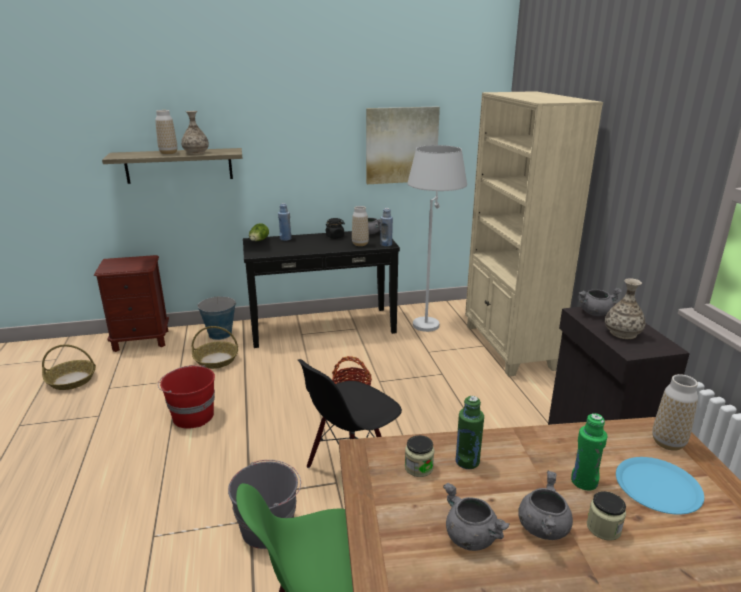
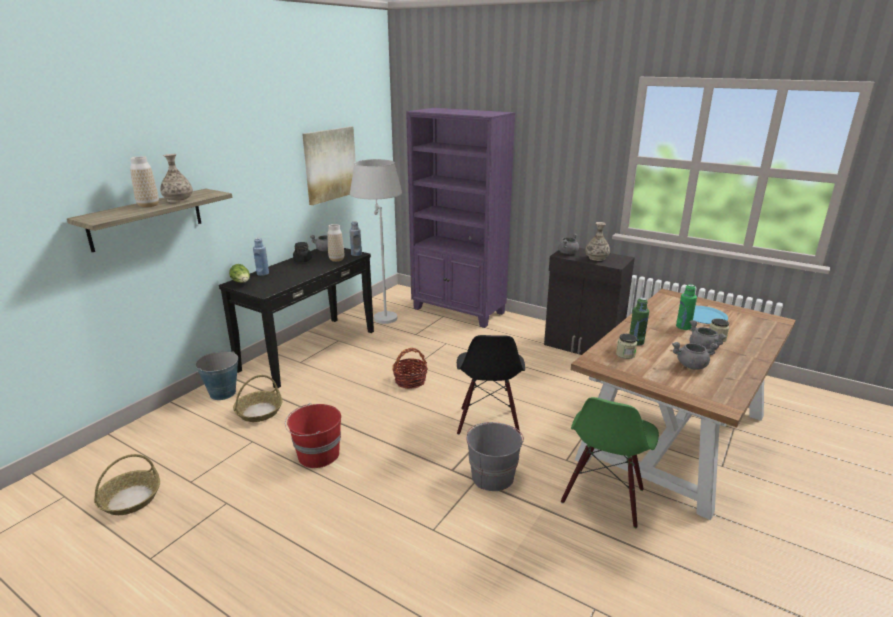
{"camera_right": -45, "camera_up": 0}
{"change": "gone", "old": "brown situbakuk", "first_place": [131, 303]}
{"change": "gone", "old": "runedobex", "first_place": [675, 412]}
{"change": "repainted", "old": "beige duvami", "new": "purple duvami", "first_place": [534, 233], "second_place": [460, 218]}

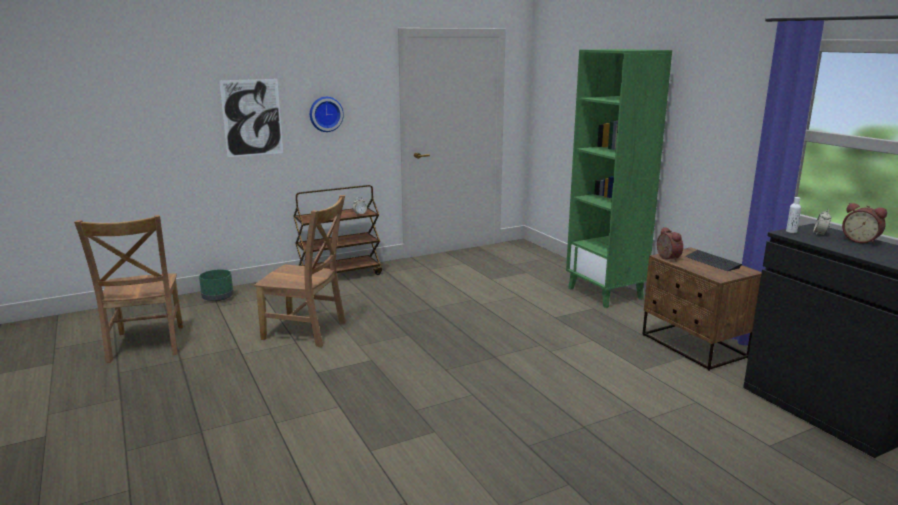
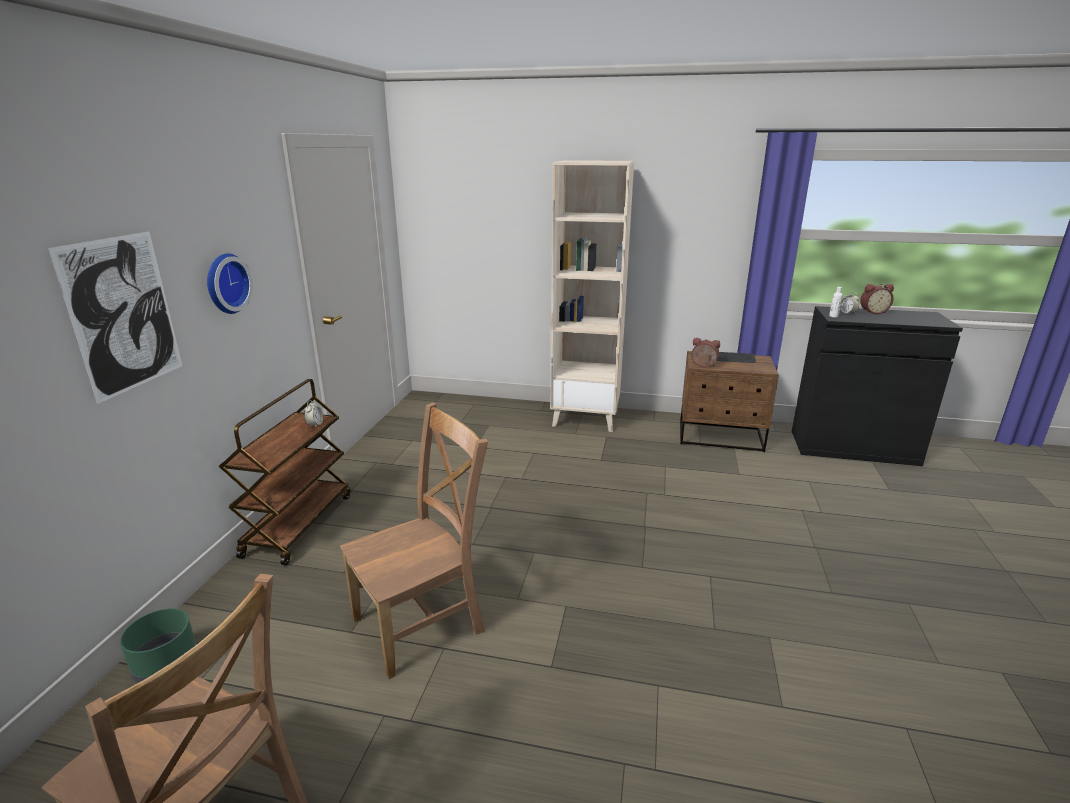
{"camera_right": -50, "camera_up": 5}
{"change": "repainted", "old": "green duvami", "new": "beige duvami", "first_place": [619, 178], "second_place": [592, 296]}

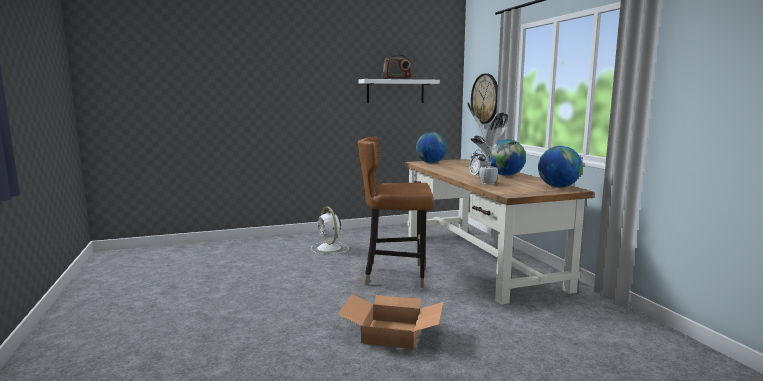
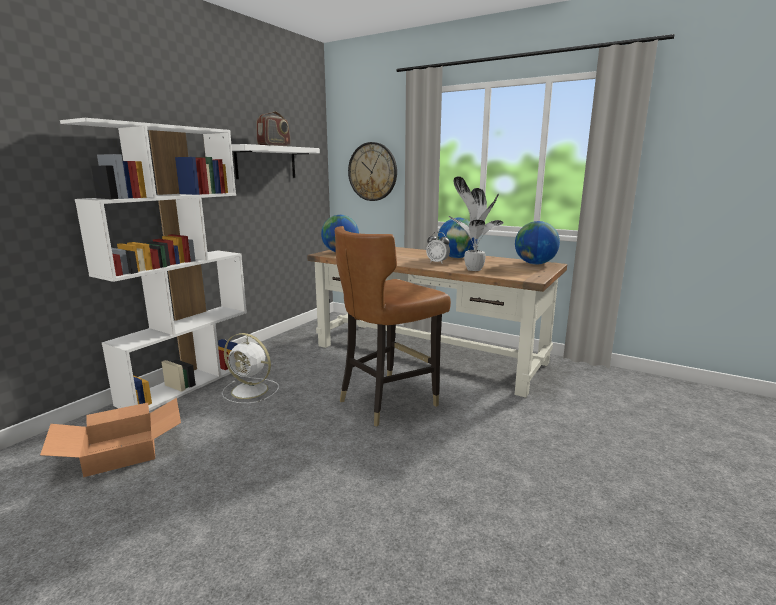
{"camera_right": -40, "camera_up": 5}
{"change": "new", "new": "white duvami", "second_place": [153, 264]}
{"change": "shifted", "old": "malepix", "first_place": [390, 321], "second_place": [110, 437]}

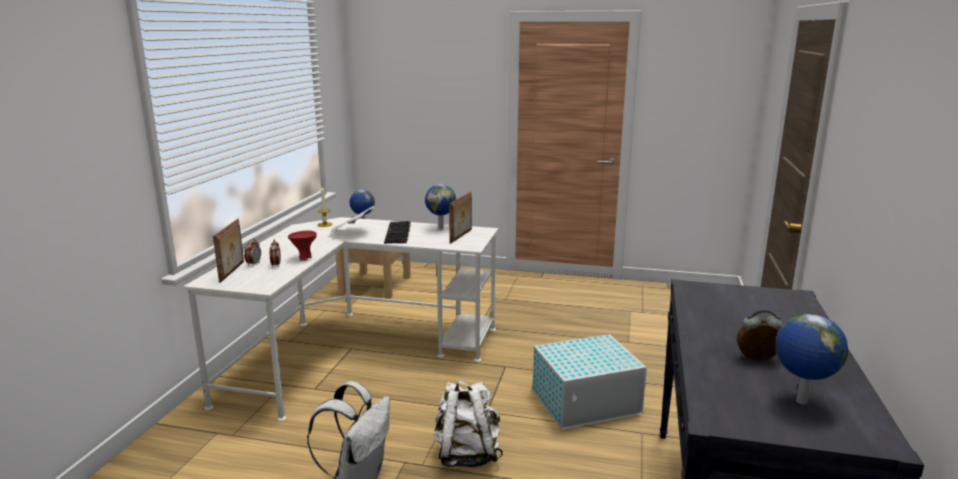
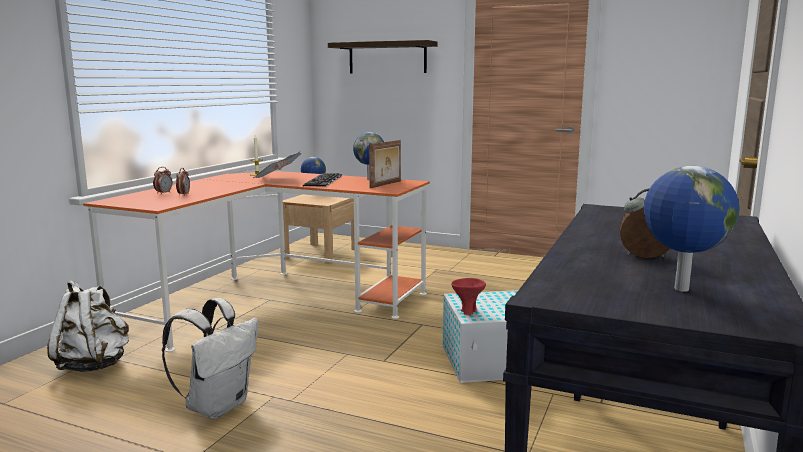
{"camera_right": 10, "camera_up": -5}
{"change": "gone", "old": "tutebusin", "first_place": [228, 251]}
{"change": "new", "new": "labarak", "second_place": [382, 56]}
{"change": "shifted", "old": "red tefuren", "first_place": [302, 245], "second_place": [468, 296]}
{"change": "shifted", "old": "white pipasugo", "first_place": [468, 424], "second_place": [88, 326]}
{"change": "repainted", "old": "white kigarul", "new": "orange kigarul", "first_place": [340, 319], "second_place": [256, 261]}

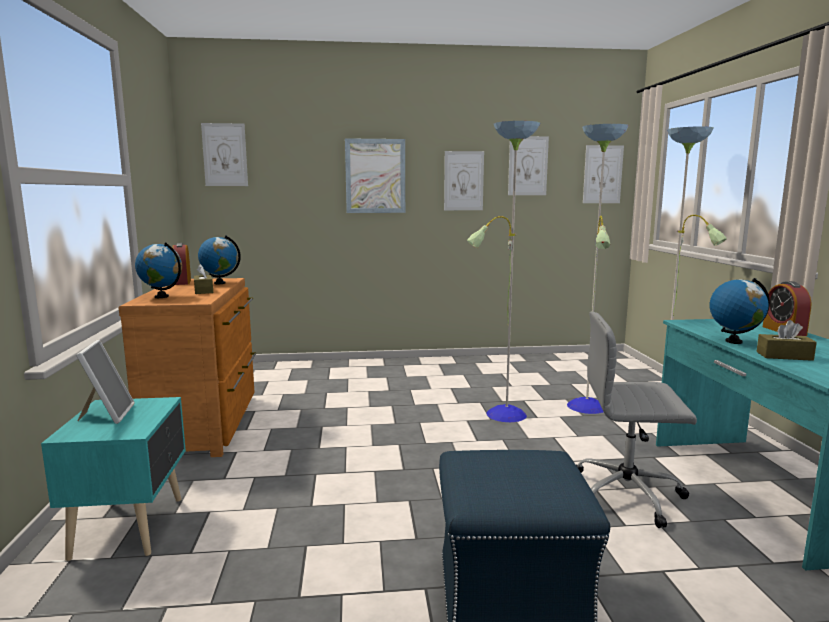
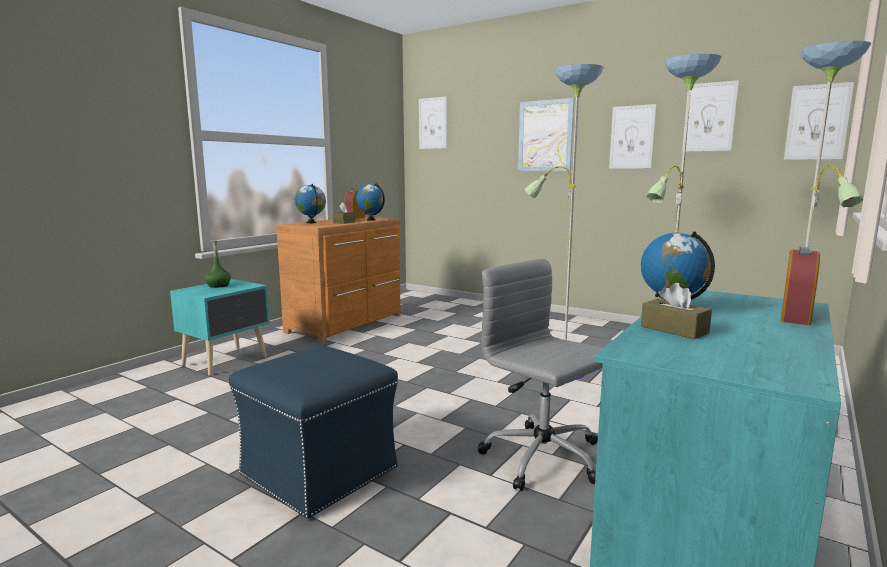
{"camera_right": 40, "camera_up": 0}
{"change": "swapped", "old": "tutebusin", "new": "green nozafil", "first_place": [105, 382], "second_place": [218, 264]}

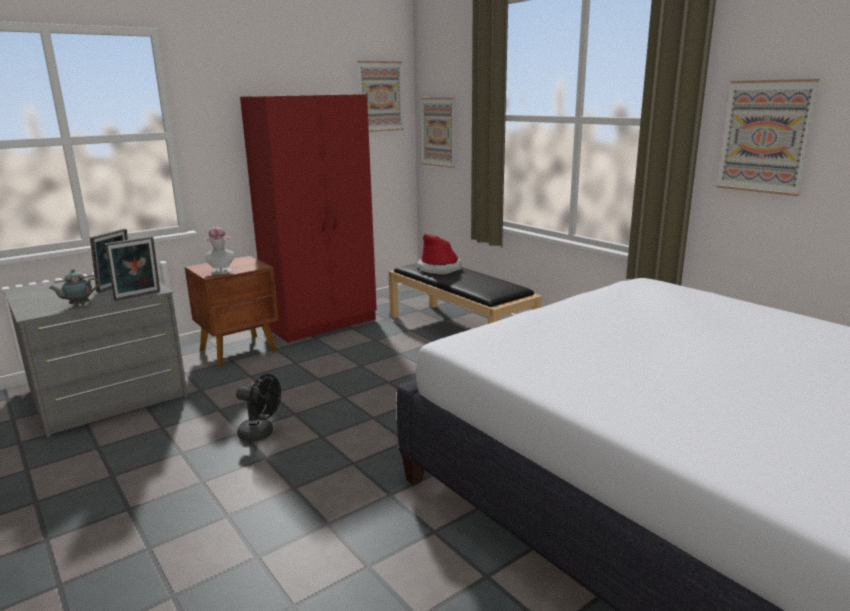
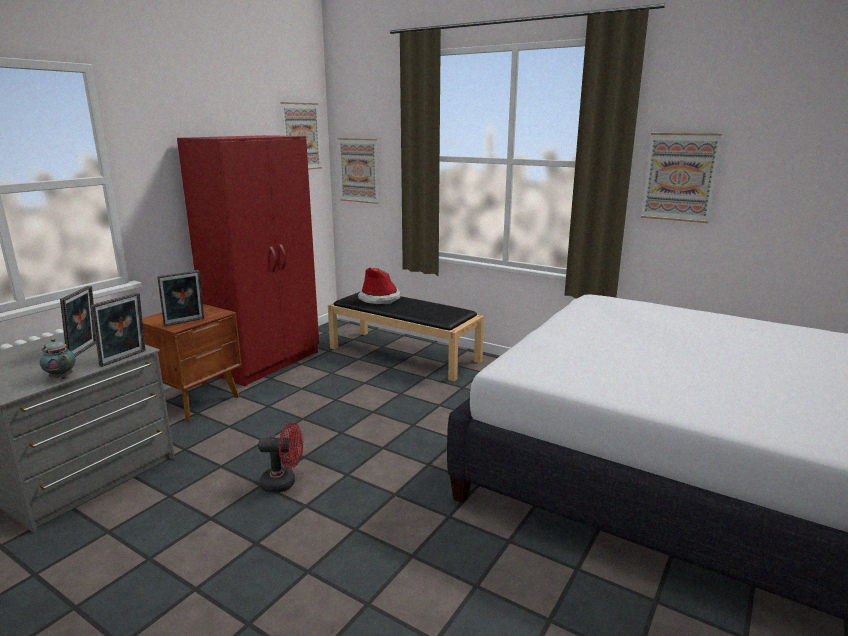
{"camera_right": -20, "camera_up": 0}
{"change": "swapped", "old": "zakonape", "new": "tutebusin", "first_place": [219, 251], "second_place": [180, 298]}
{"change": "repainted", "old": "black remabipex", "new": "red remabipex", "first_place": [258, 407], "second_place": [280, 457]}
{"change": "rotated", "old": "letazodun", "first_place": [74, 287], "second_place": [58, 358], "degrees": 90}

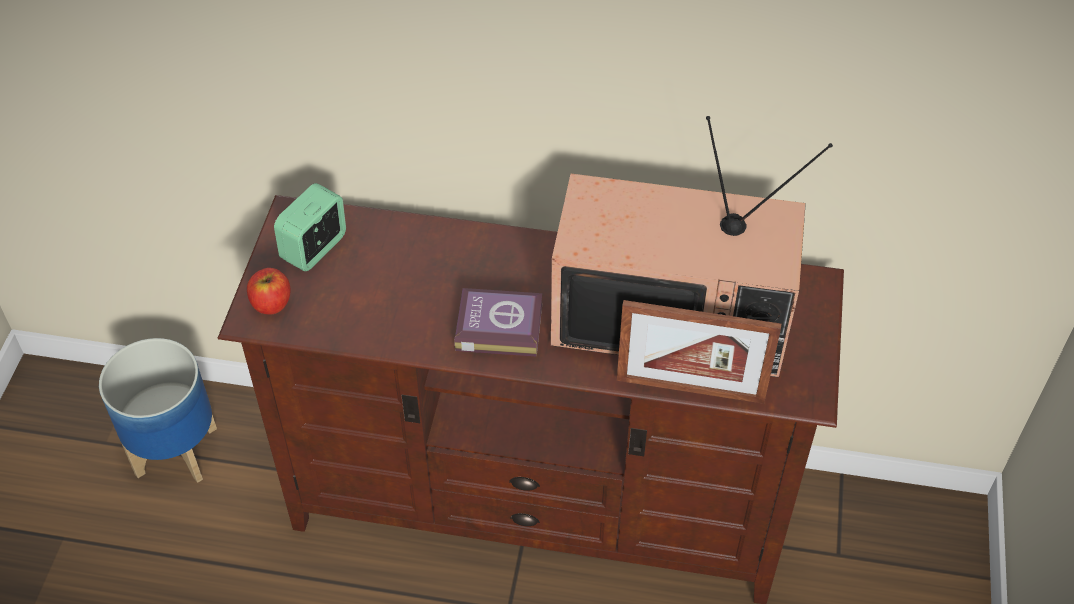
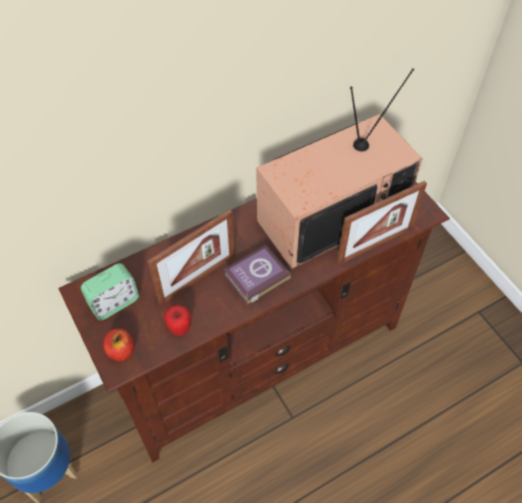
{"camera_right": -40, "camera_up": 5}
{"change": "new", "new": "tutebusin", "second_place": [191, 257]}
{"change": "new", "new": "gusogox", "second_place": [177, 320]}
{"change": "rotated", "old": "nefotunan", "first_place": [310, 227], "second_place": [110, 291], "degrees": -120}

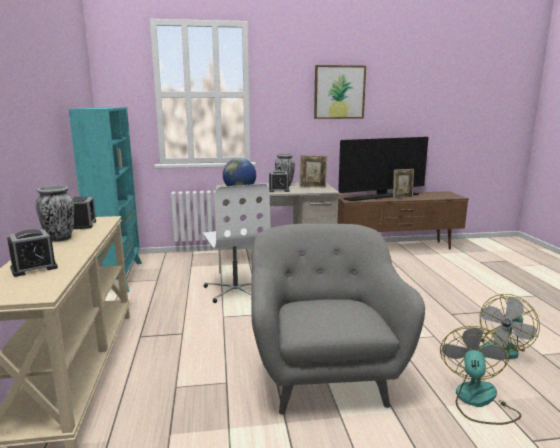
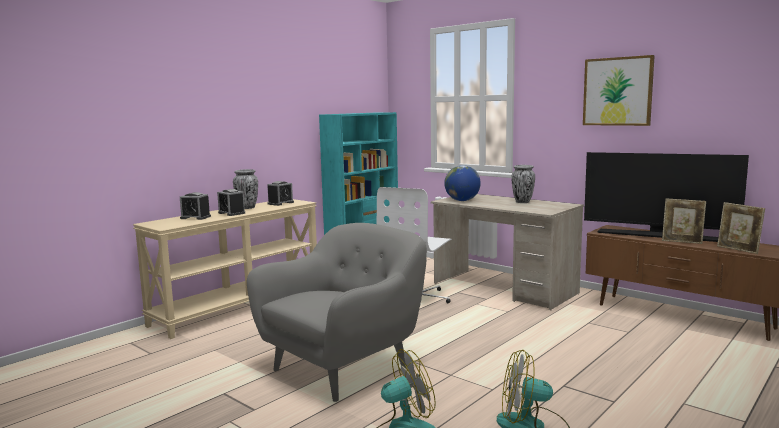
{"camera_right": 50, "camera_up": -5}
{"change": "shifted", "old": "nefotunan", "first_place": [279, 181], "second_place": [231, 202]}
{"change": "shifted", "old": "tutebusin", "first_place": [313, 171], "second_place": [741, 228]}

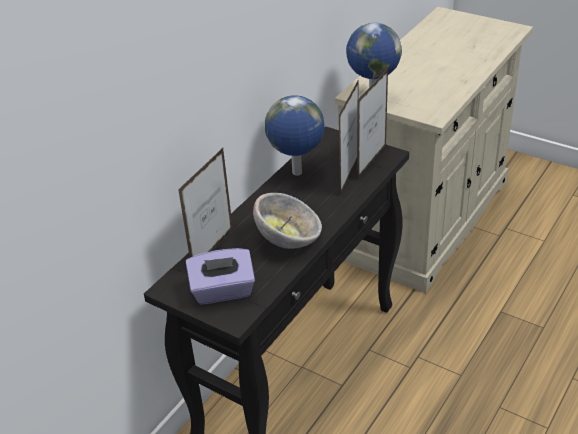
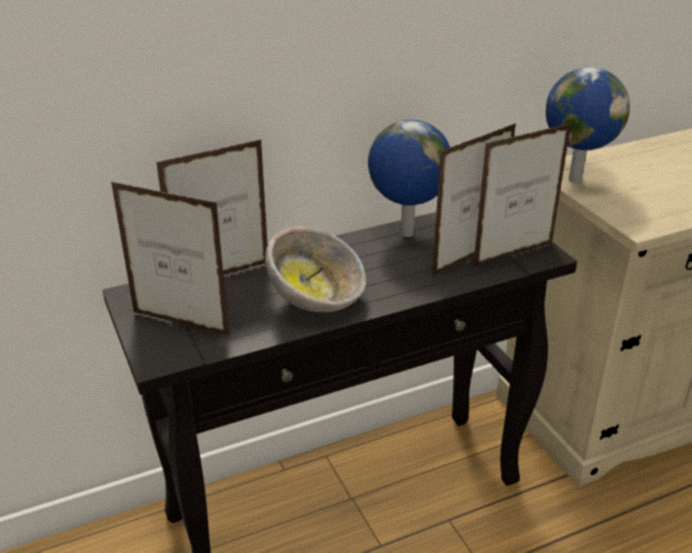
{"camera_right": 30, "camera_up": -5}
{"change": "swapped", "old": "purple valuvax", "new": "tutebusin", "first_place": [220, 276], "second_place": [170, 259]}

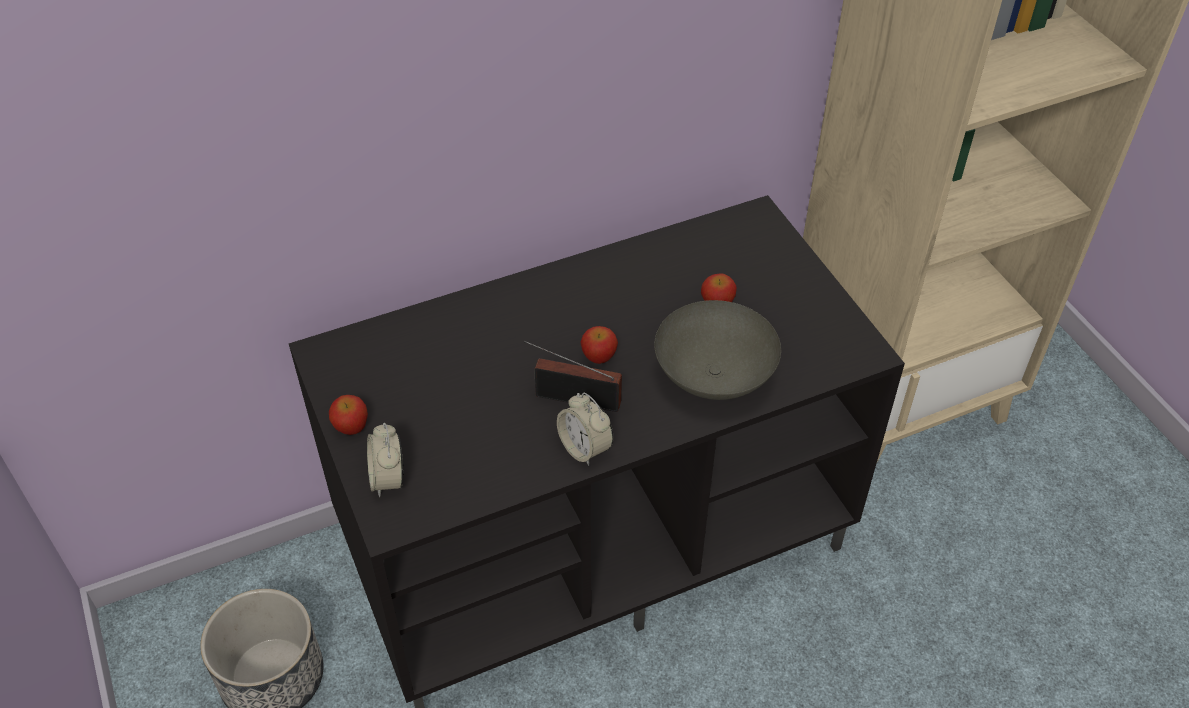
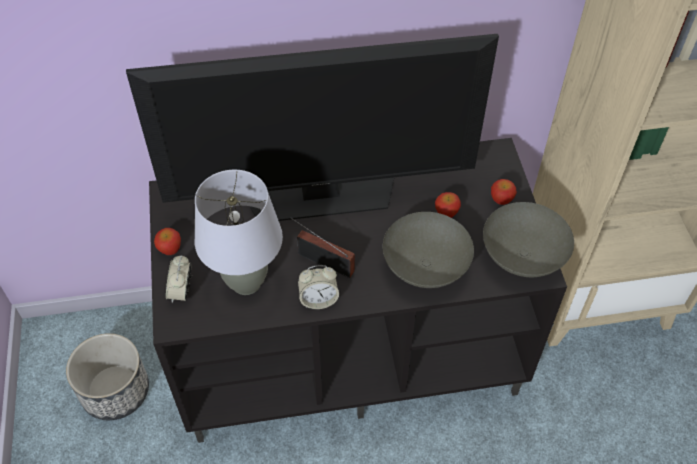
{"camera_right": 15, "camera_up": 5}
{"change": "new", "new": "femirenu", "second_place": [312, 127]}
{"change": "new", "new": "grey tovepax", "second_place": [239, 232]}
{"change": "new", "new": "grey tefuren", "second_place": [528, 239]}
{"change": "shifted", "old": "gusogox", "first_place": [599, 345], "second_place": [504, 192]}
{"change": "rotated", "old": "nefotunan", "first_place": [585, 429], "second_place": [318, 287], "degrees": -75}

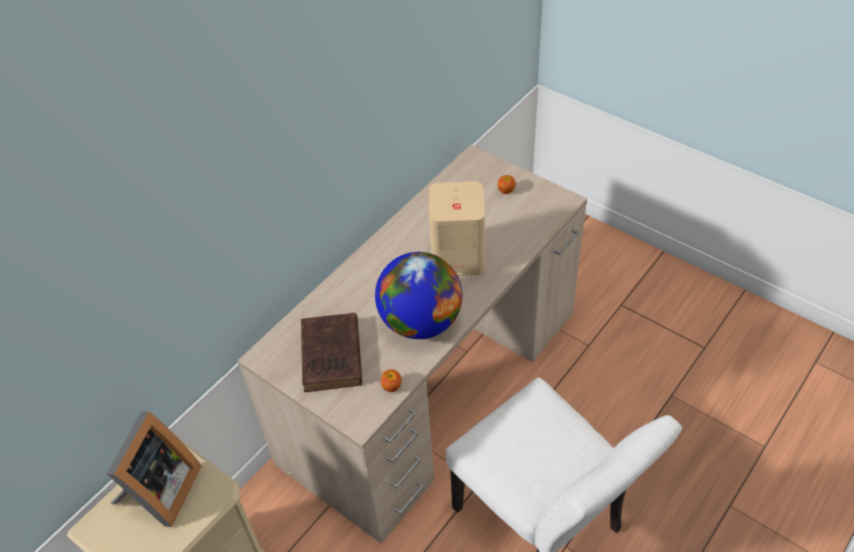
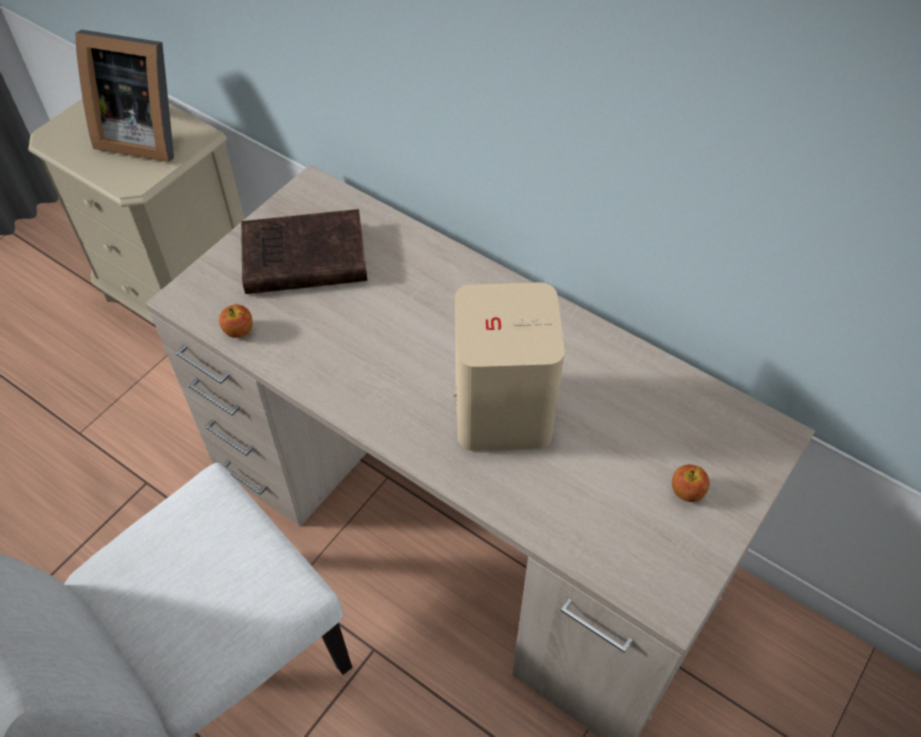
{"camera_right": 85, "camera_up": 5}
{"change": "gone", "old": "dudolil", "first_place": [418, 295]}

